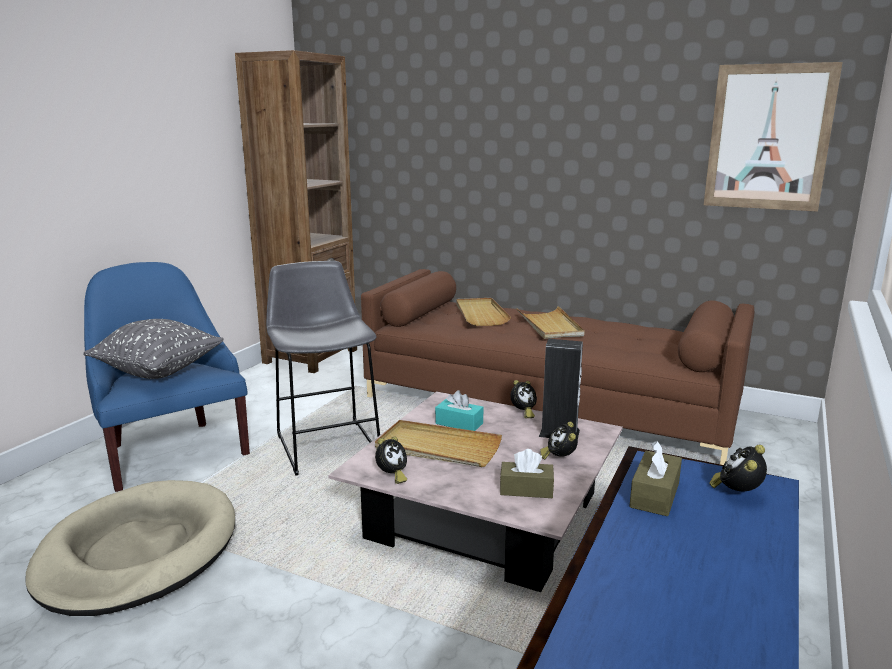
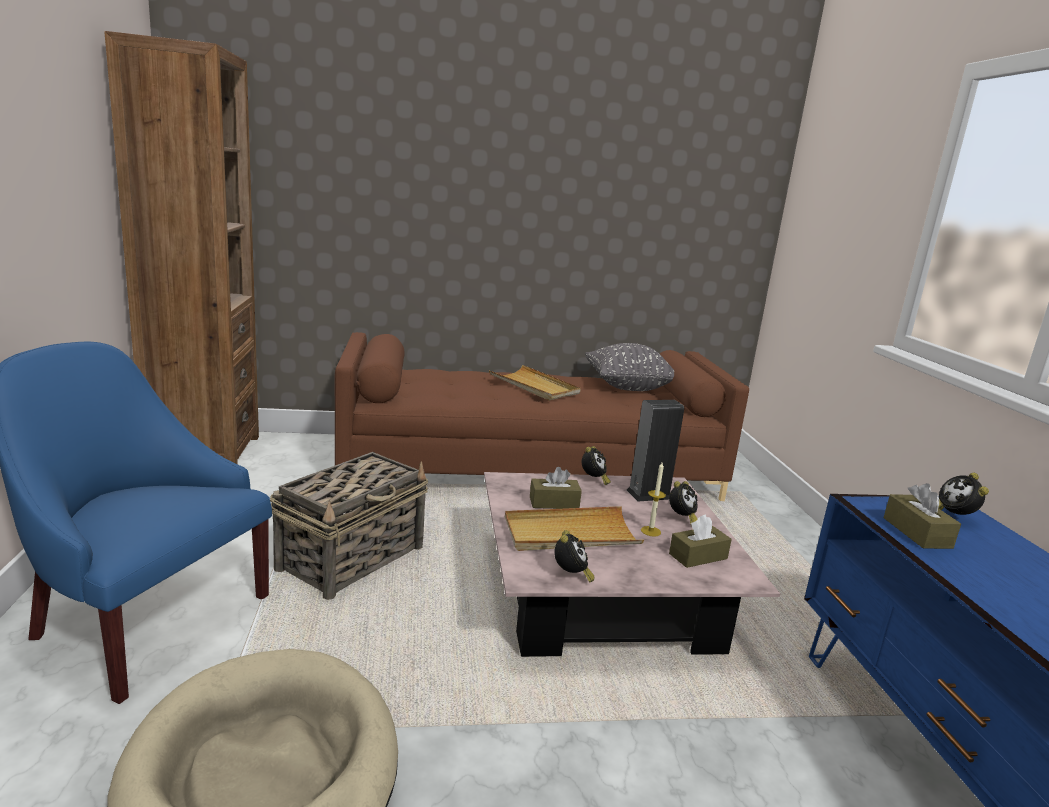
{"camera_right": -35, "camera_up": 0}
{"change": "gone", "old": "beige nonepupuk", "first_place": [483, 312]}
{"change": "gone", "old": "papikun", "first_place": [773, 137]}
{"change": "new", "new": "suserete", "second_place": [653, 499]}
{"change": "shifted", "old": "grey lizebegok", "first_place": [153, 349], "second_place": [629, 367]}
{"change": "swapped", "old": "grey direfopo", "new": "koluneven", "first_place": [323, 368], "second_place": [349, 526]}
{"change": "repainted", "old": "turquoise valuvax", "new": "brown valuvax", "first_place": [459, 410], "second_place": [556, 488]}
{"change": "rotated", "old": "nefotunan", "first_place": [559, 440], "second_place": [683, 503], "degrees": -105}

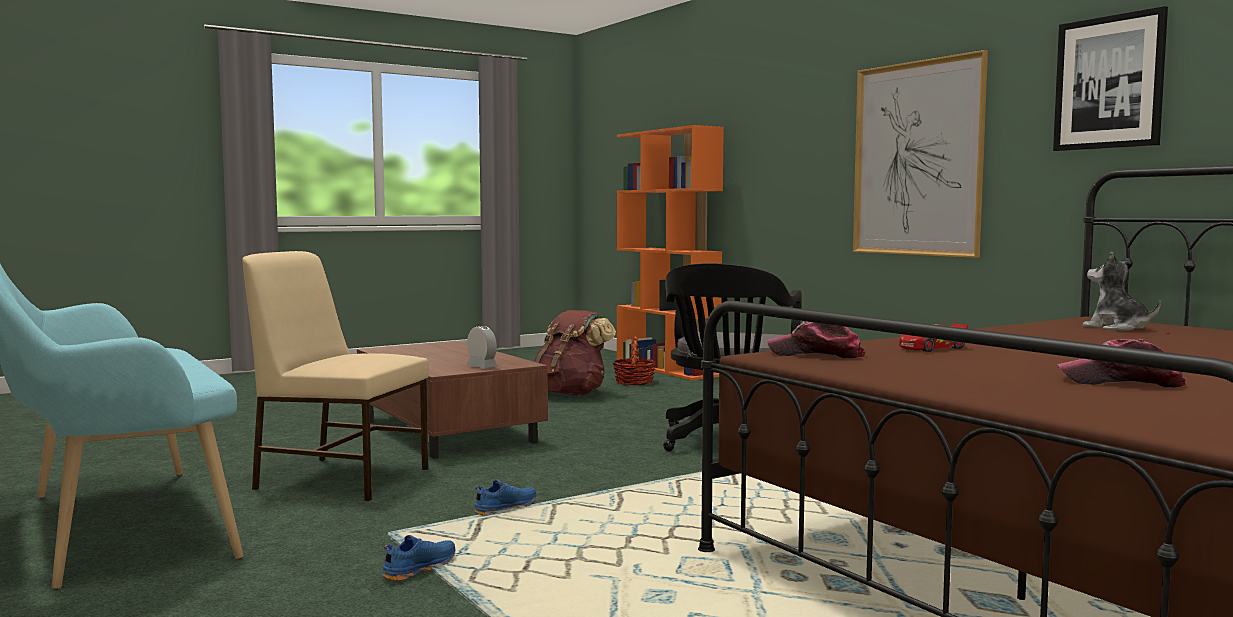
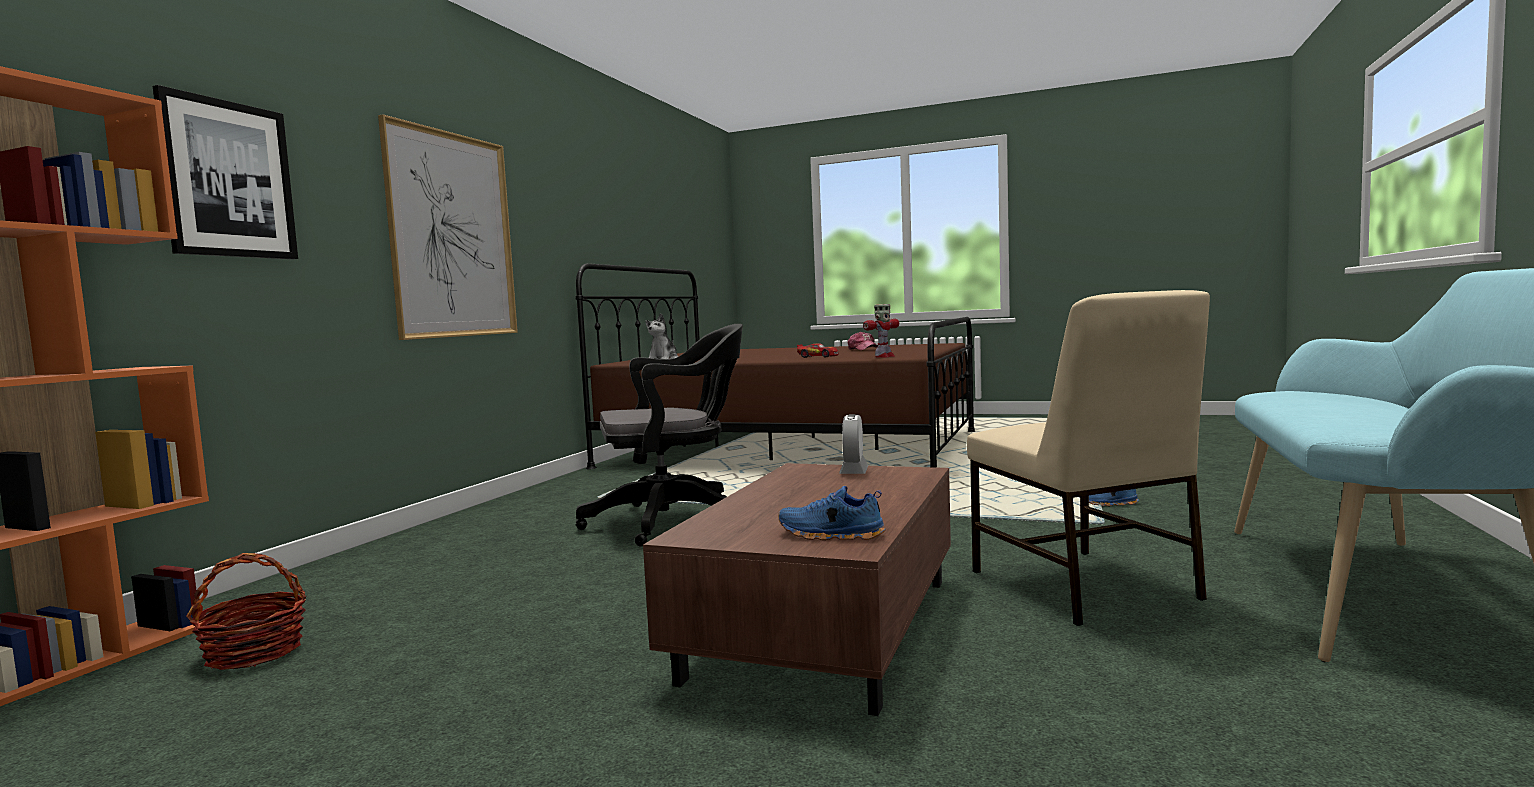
{"camera_right": -125, "camera_up": 0}
{"change": "gone", "old": "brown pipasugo", "first_place": [574, 352]}
{"change": "shifted", "old": "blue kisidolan", "first_place": [504, 497], "second_place": [832, 513]}
{"change": "shifted", "old": "papikun", "first_place": [1110, 78], "second_place": [225, 172]}
{"change": "swapped", "old": "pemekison", "new": "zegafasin", "first_place": [816, 339], "second_place": [881, 331]}

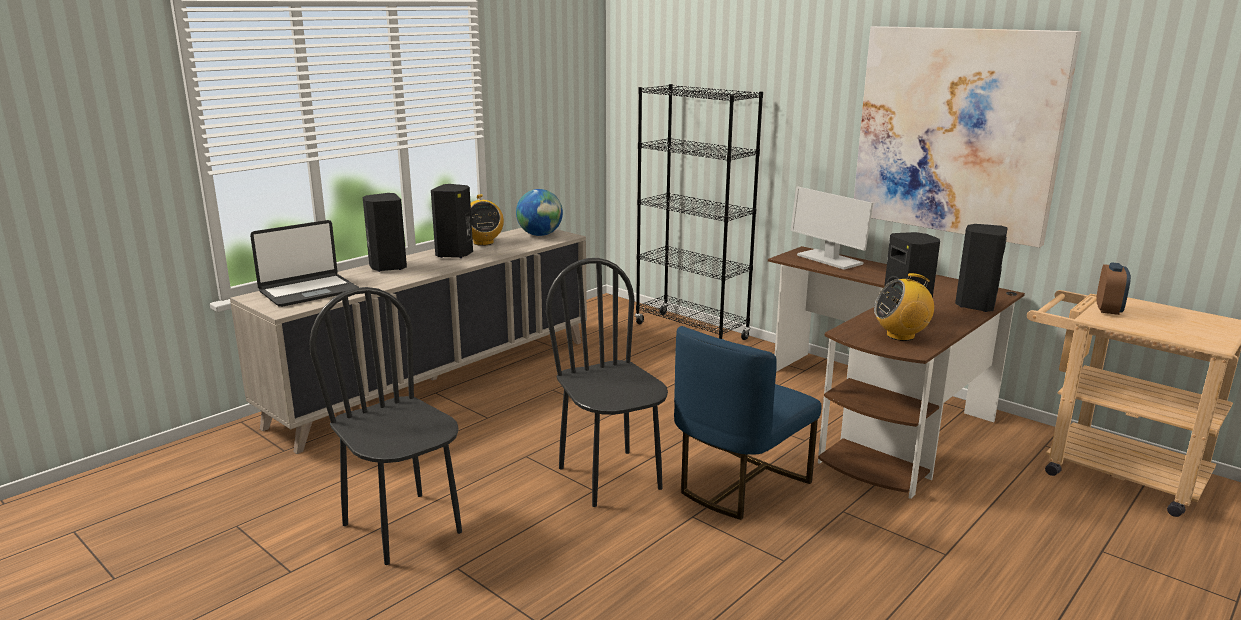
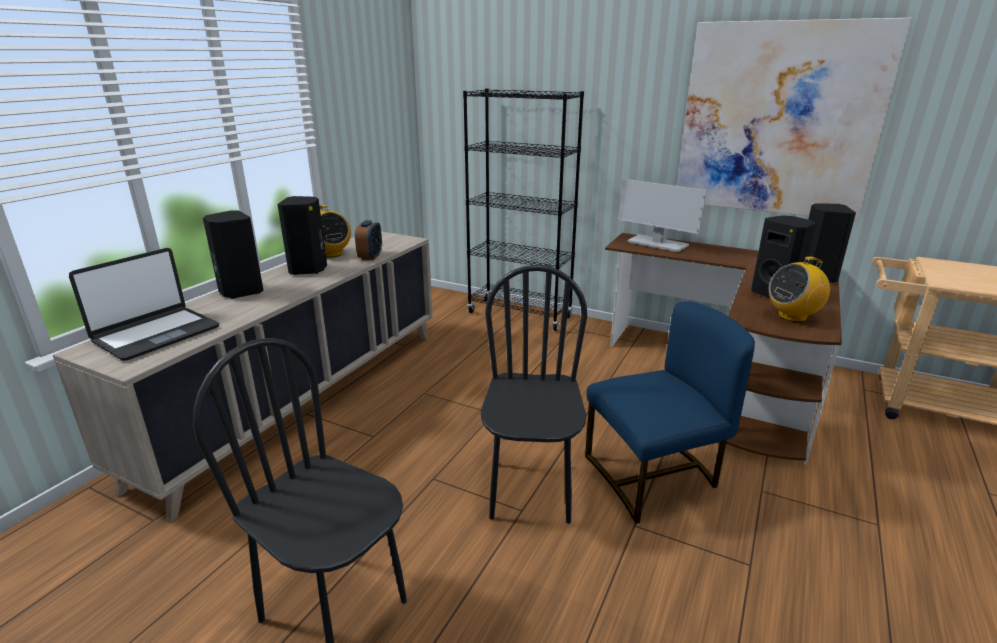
{"camera_right": -15, "camera_up": 5}
{"change": "gone", "old": "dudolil", "first_place": [539, 212]}
{"change": "shifted", "old": "nefotunan", "first_place": [1113, 288], "second_place": [368, 240]}
{"change": "rotated", "old": "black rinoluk", "first_place": [607, 382], "second_place": [534, 394], "degrees": 45}
{"change": "rotated", "old": "blue rinoluk", "first_place": [747, 423], "second_place": [670, 412], "degrees": -135}

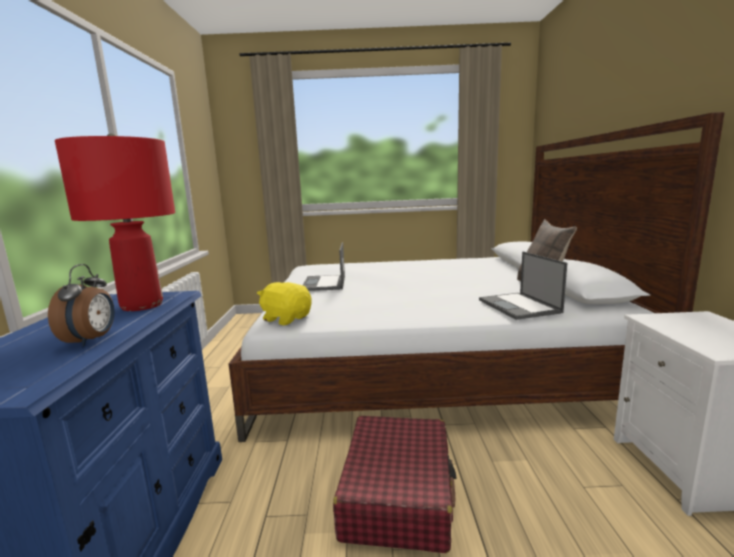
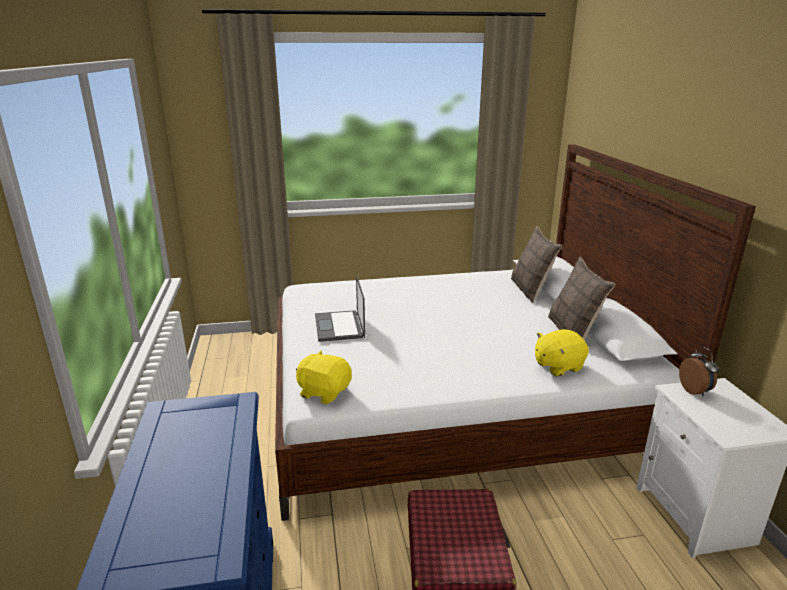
{"camera_right": -10, "camera_up": 10}
{"change": "gone", "old": "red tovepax", "first_place": [115, 222]}
{"change": "new", "new": "lizebegok", "second_place": [536, 264]}
{"change": "shifted", "old": "nefotunan", "first_place": [81, 305], "second_place": [699, 371]}
{"change": "swapped", "old": "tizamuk", "new": "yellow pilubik", "first_place": [523, 286], "second_place": [562, 353]}

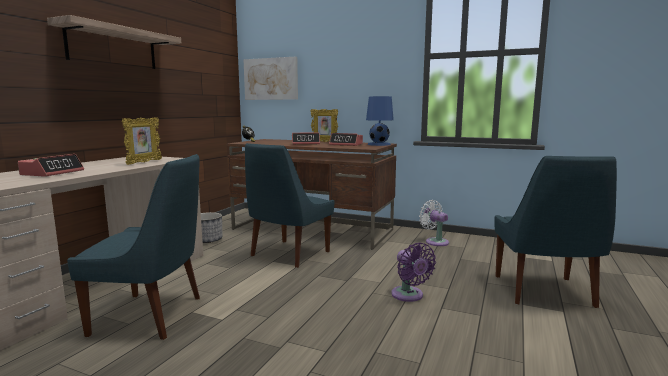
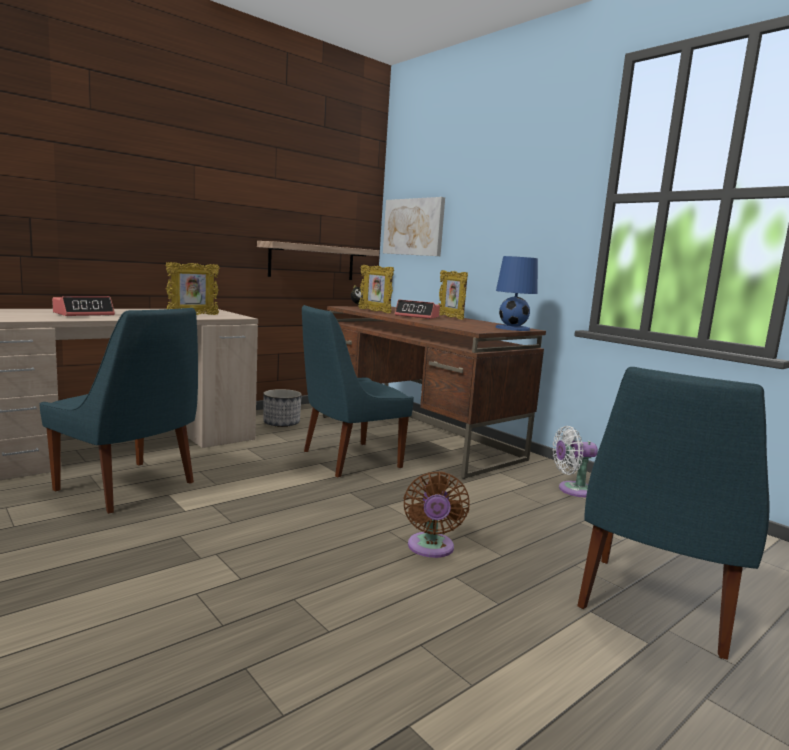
{"camera_right": 25, "camera_up": 0}
{"change": "gone", "old": "nefotunan", "first_place": [346, 139]}
{"change": "new", "new": "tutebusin", "second_place": [376, 289]}
{"change": "shifted", "old": "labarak", "first_place": [114, 42], "second_place": [318, 260]}
{"change": "repainted", "old": "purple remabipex", "new": "brown remabipex", "first_place": [413, 272], "second_place": [436, 514]}
{"change": "rotated", "old": "white remabipex", "first_place": [434, 223], "second_place": [575, 461], "degrees": -90}

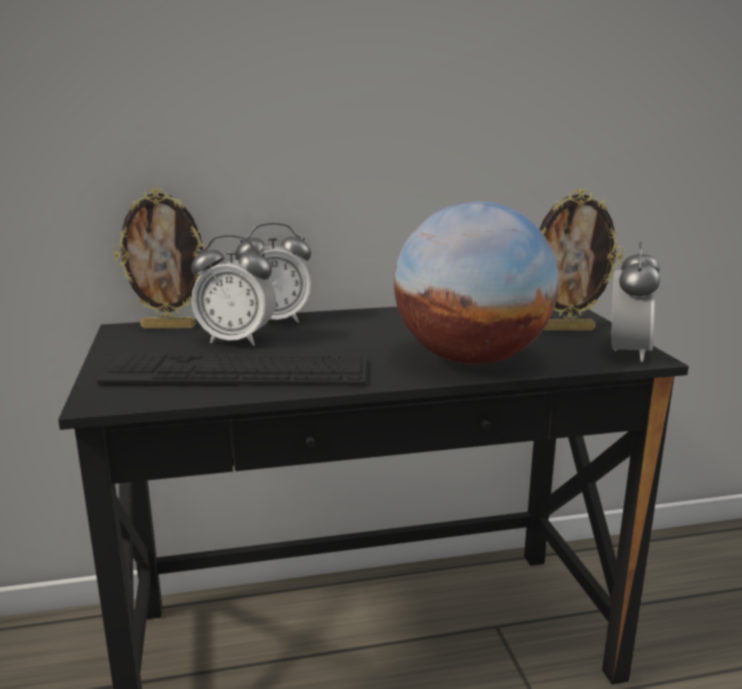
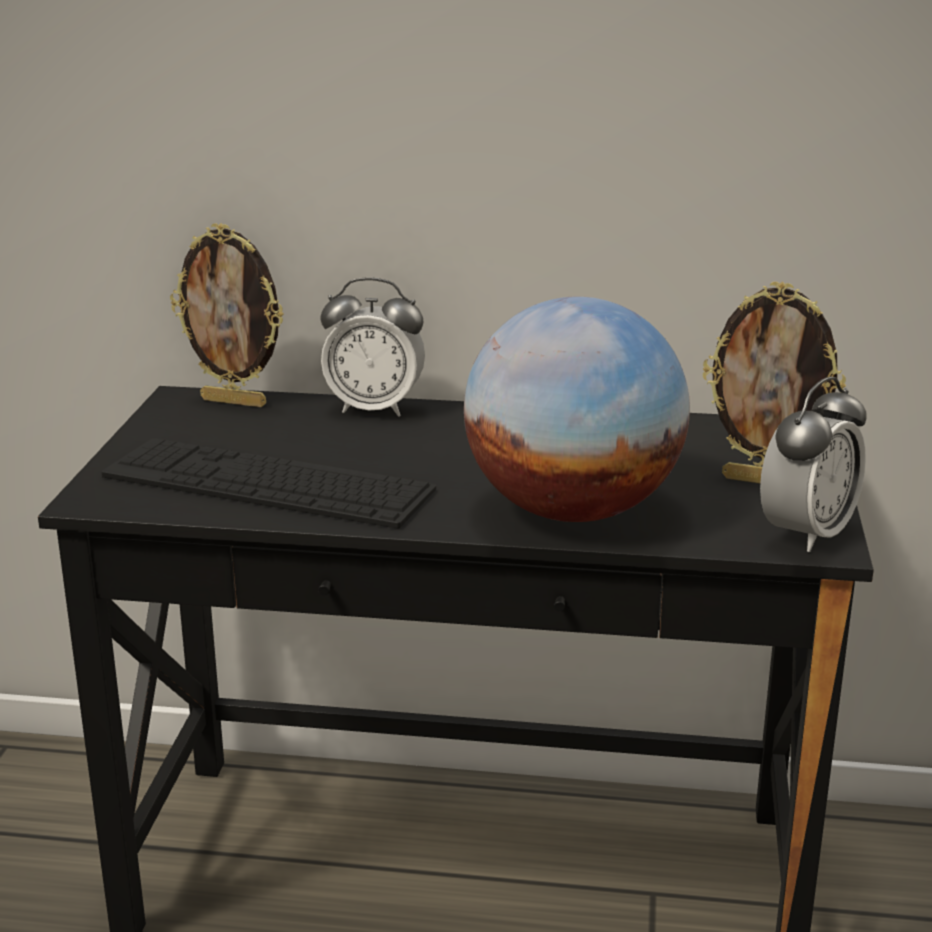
{"camera_right": 20, "camera_up": 5}
{"change": "gone", "old": "nefotunan", "first_place": [233, 290]}

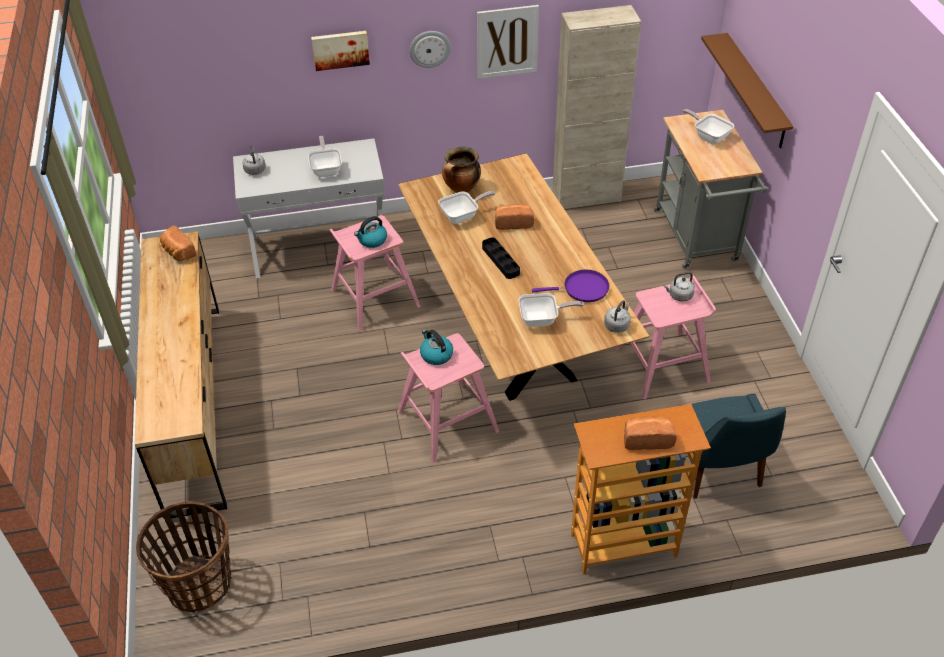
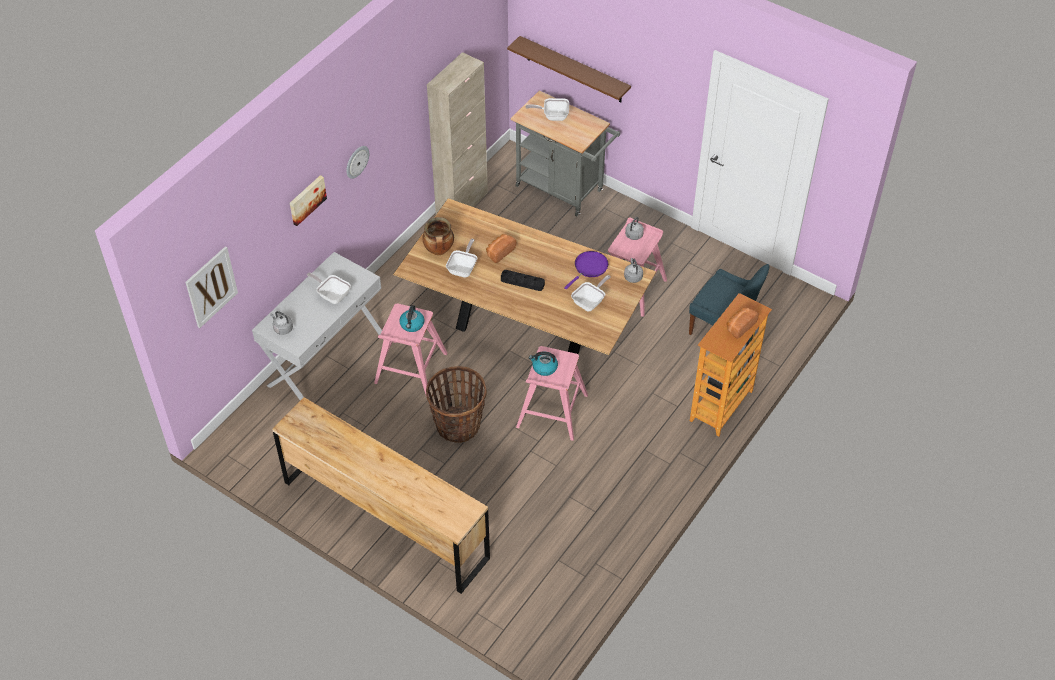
{"camera_right": -45, "camera_up": 5}
{"change": "gone", "old": "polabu", "first_place": [178, 243]}
{"change": "shifted", "old": "koluneven", "first_place": [184, 557], "second_place": [456, 404]}
{"change": "shifted", "old": "papikun", "first_place": [508, 42], "second_place": [211, 287]}

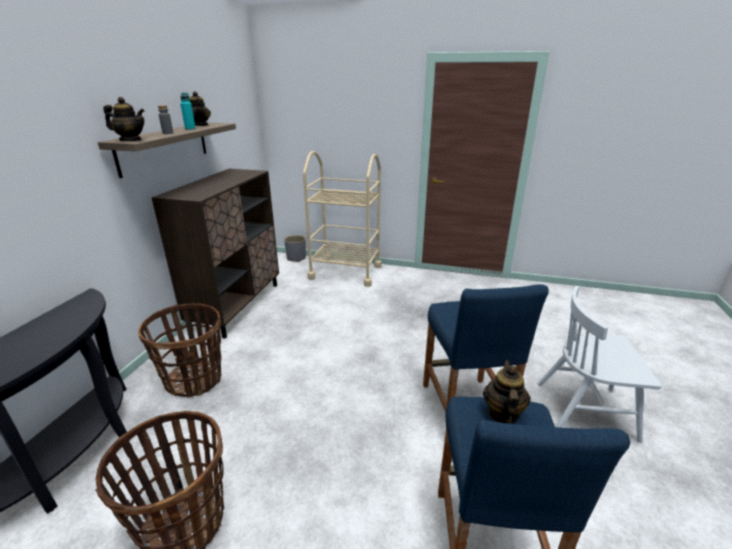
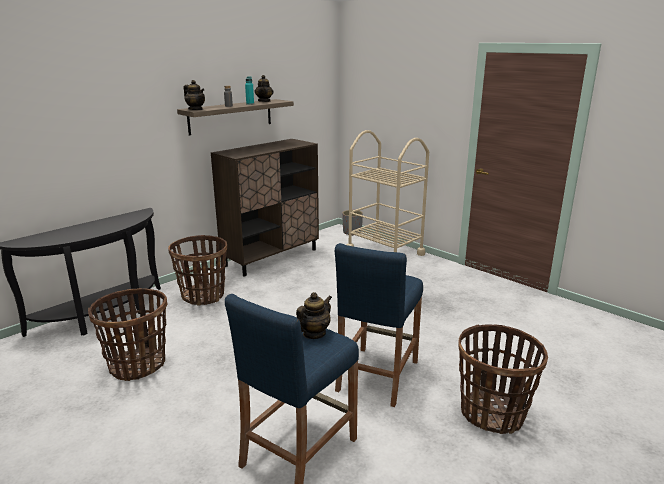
{"camera_right": 30, "camera_up": -5}
{"change": "swapped", "old": "white rinoluk", "new": "koluneven", "first_place": [600, 364], "second_place": [503, 379]}

